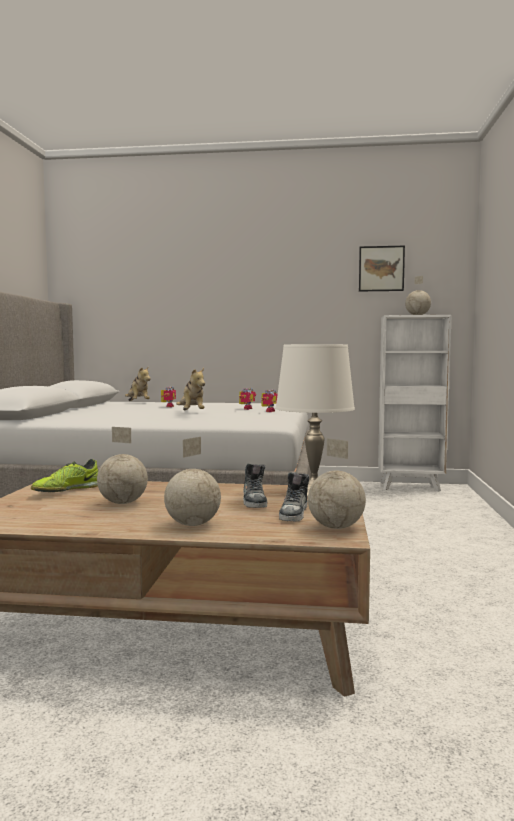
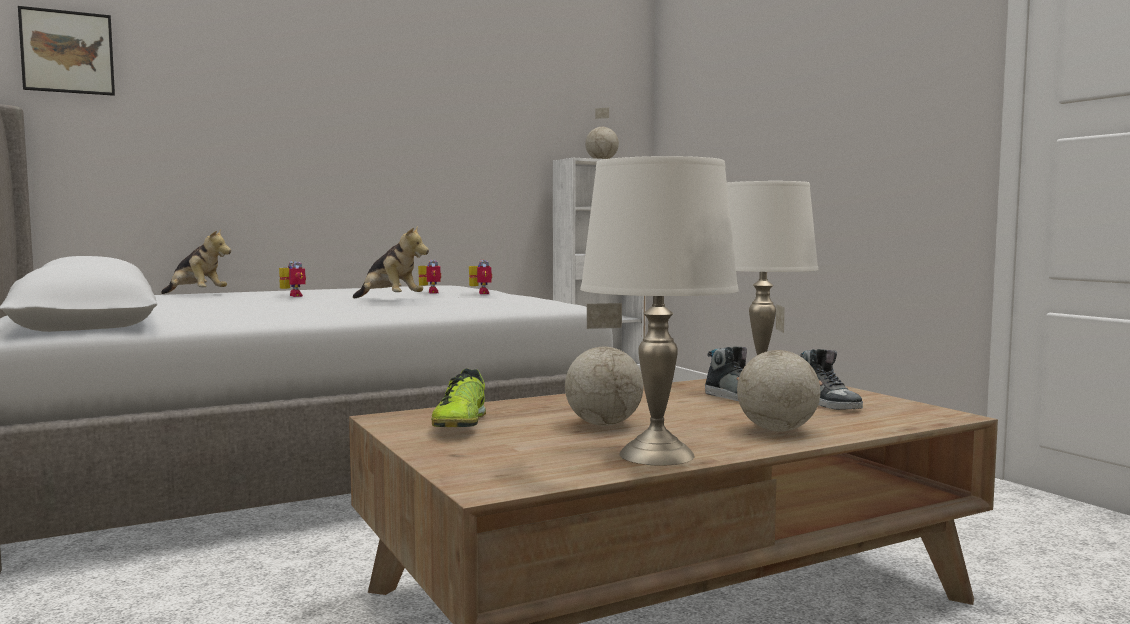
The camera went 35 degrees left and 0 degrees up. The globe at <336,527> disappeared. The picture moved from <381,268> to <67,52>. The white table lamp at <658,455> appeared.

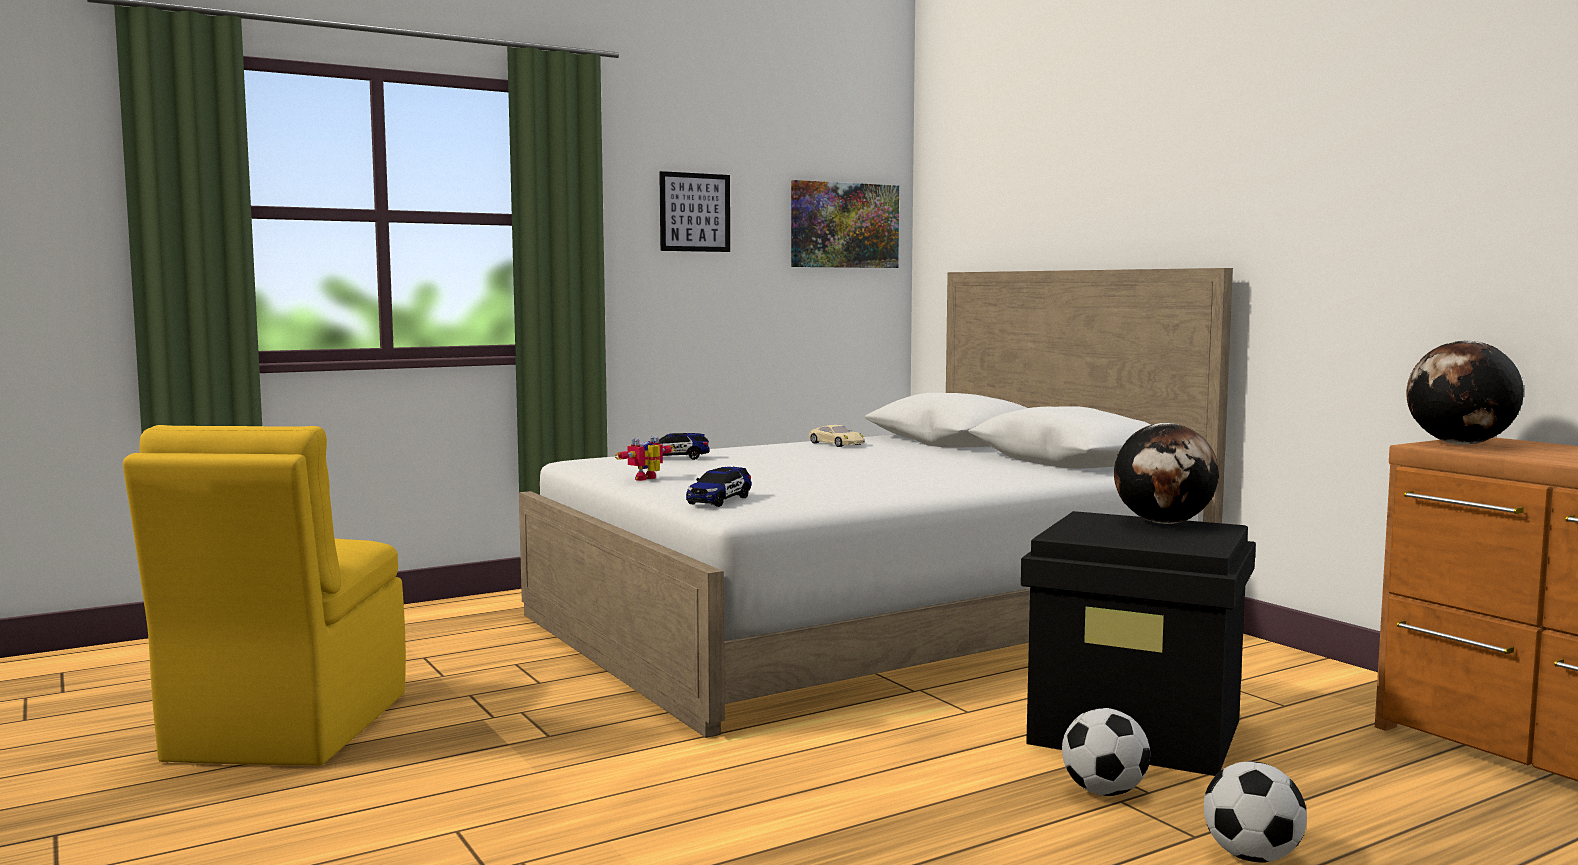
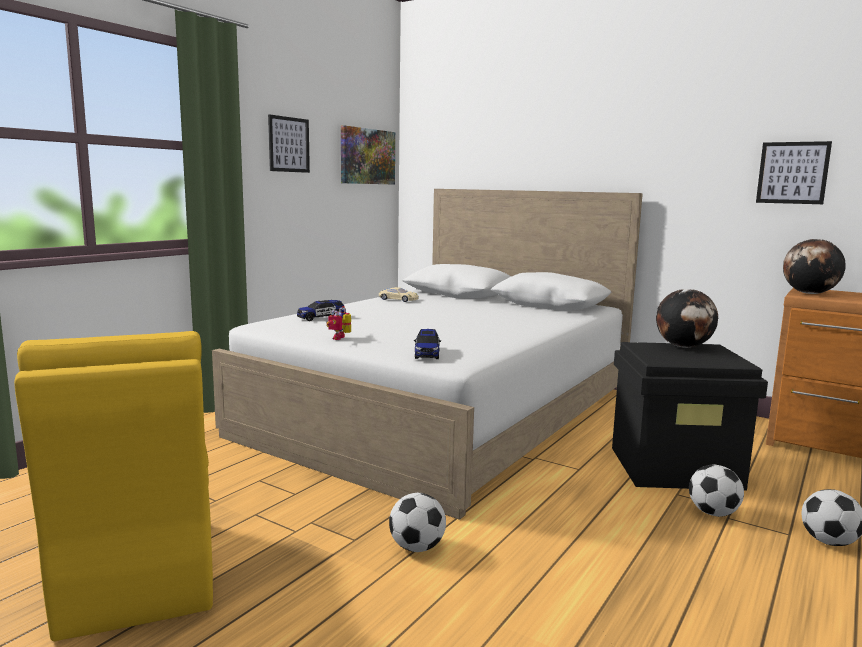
The camera went 25 degrees left and 5 degrees up. The football at <417,547> appeared. The picture at <792,173> appeared.

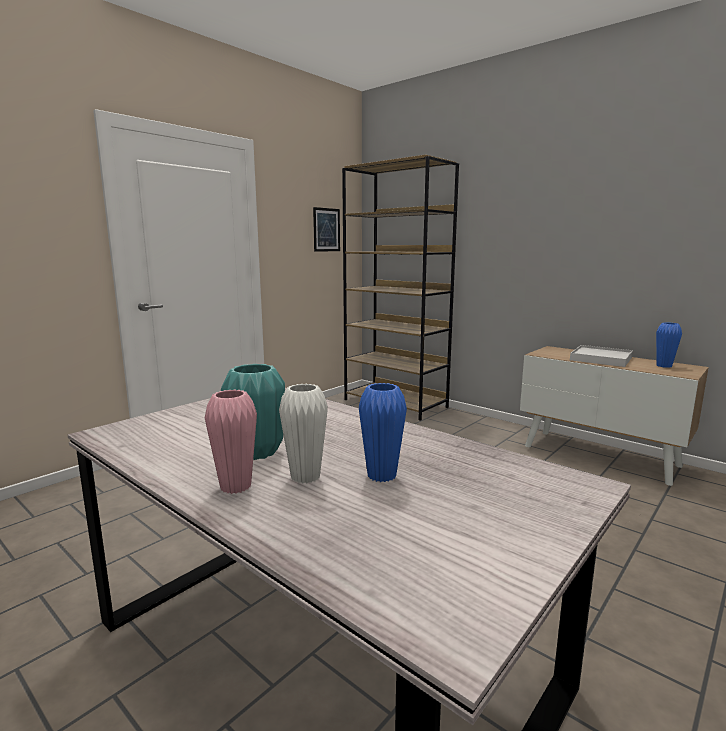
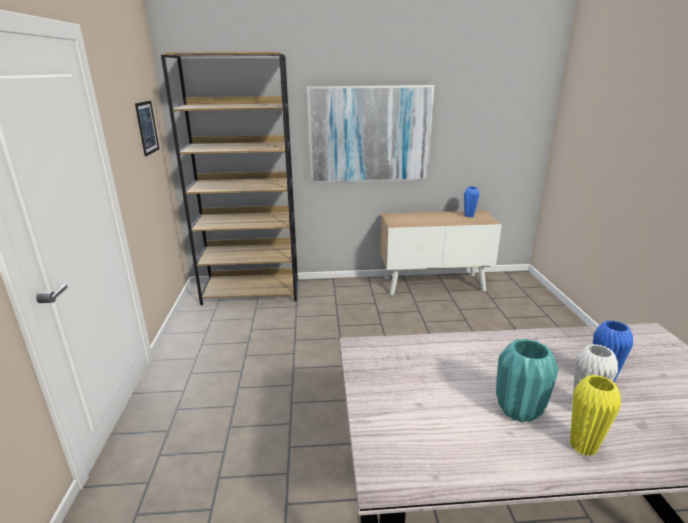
The camera went 45 degrees left and 10 degrees up. The pink vase at <235,486> became the yellow vase at <583,446>. The white tray at <601,359> disappeared. The picture at <369,134> appeared.

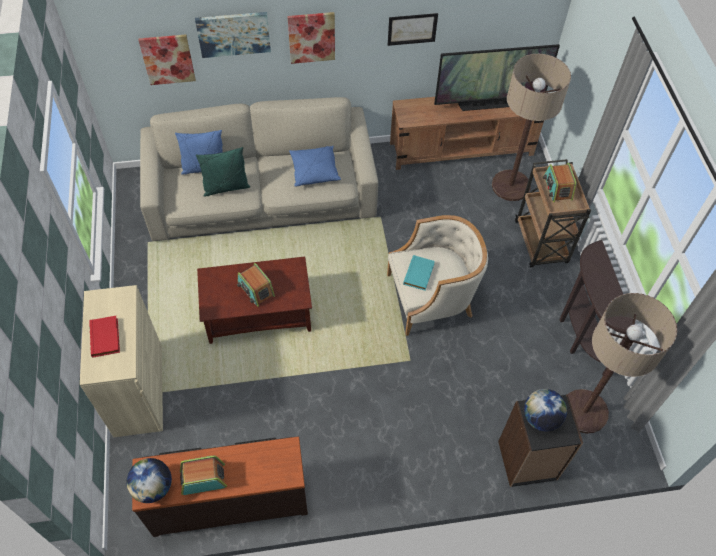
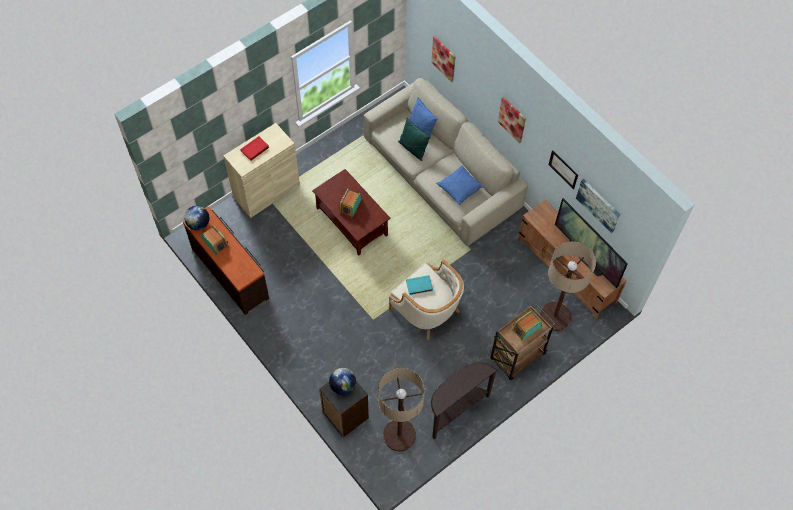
The camera went 60 degrees right and 5 degrees up. The picture moved from <233,34> to <598,205>.

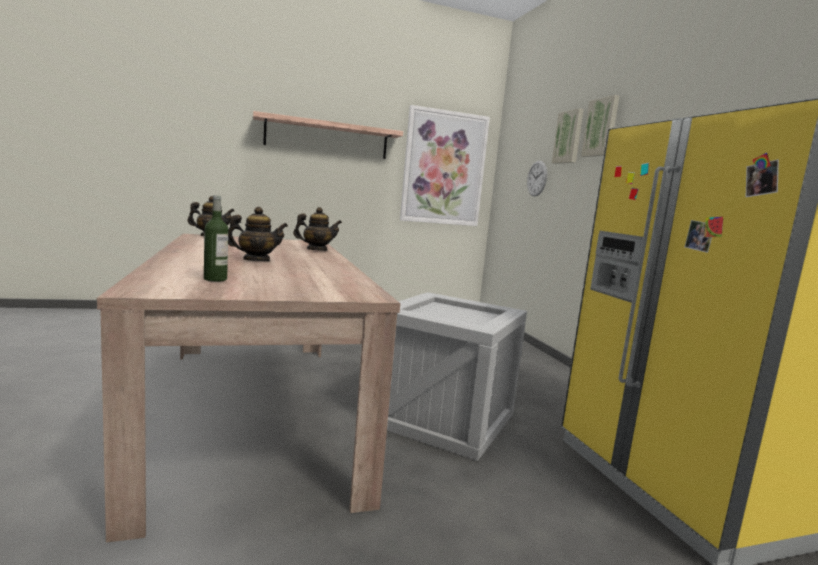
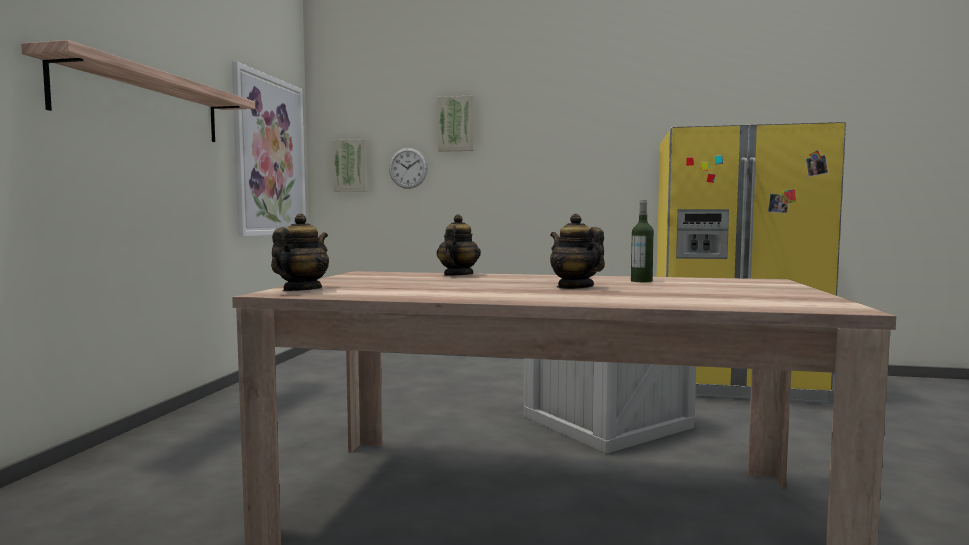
The camera went 60 degrees left and 5 degrees down. The bottle moved from <215,279> to <641,281>. The teapot at <256,260> turned 45 degrees counterclockwise. The picture moved from <601,127> to <351,166>.

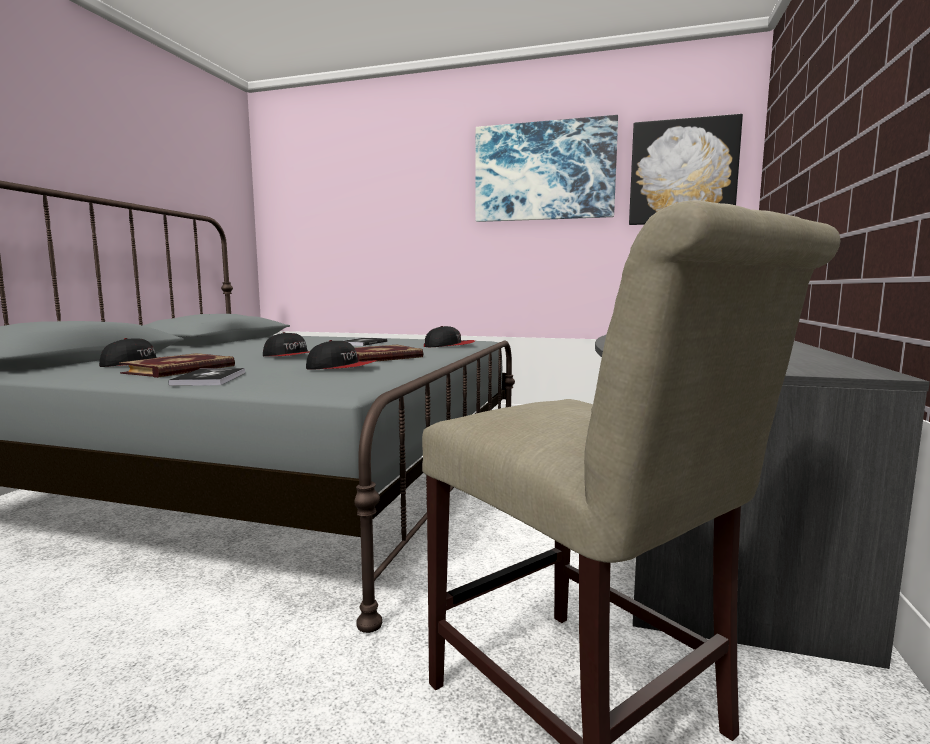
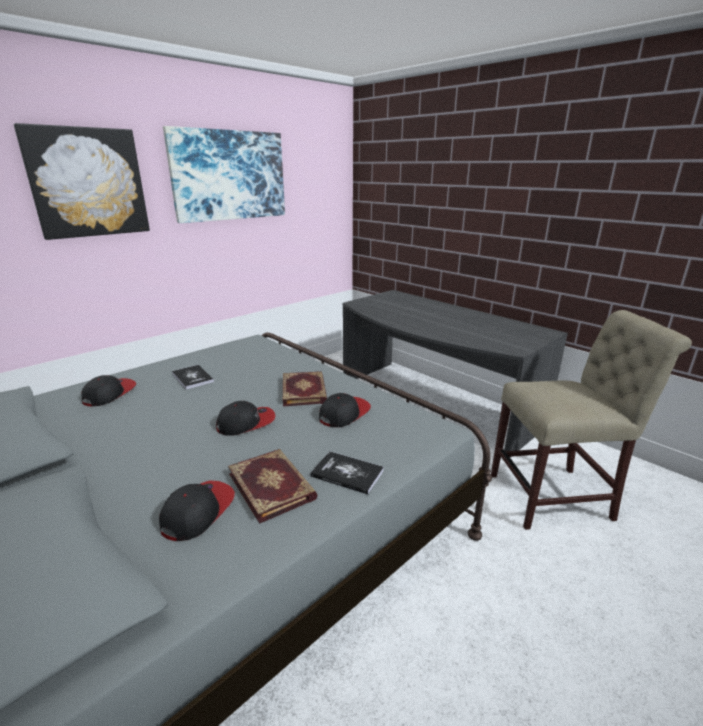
The camera went 60 degrees left and 15 degrees up. The cap moved from <449,346> to <109,394>. The picture moved from <682,172> to <88,183>.

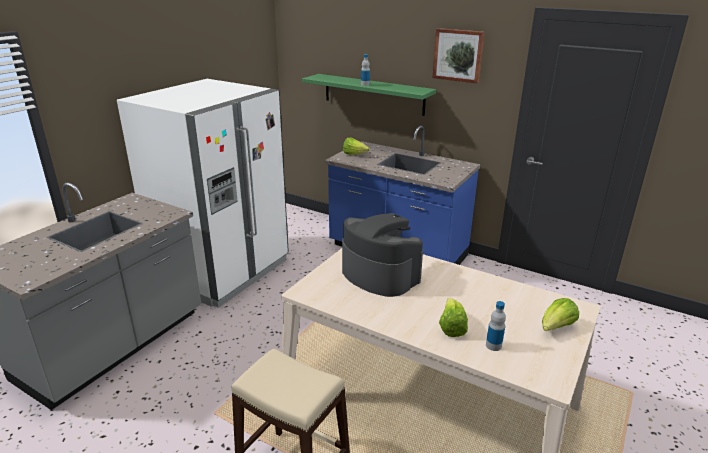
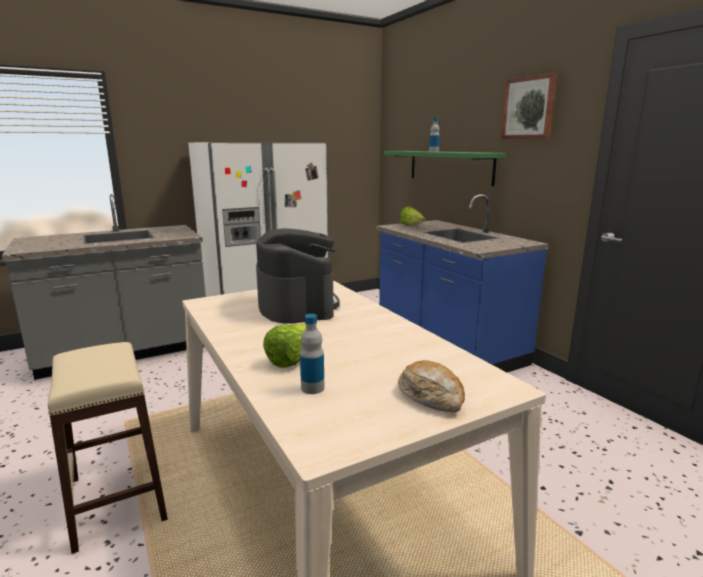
The camera went 30 degrees right and 10 degrees down. The lettuce at <556,328> was replaced by the bread at <431,396>.

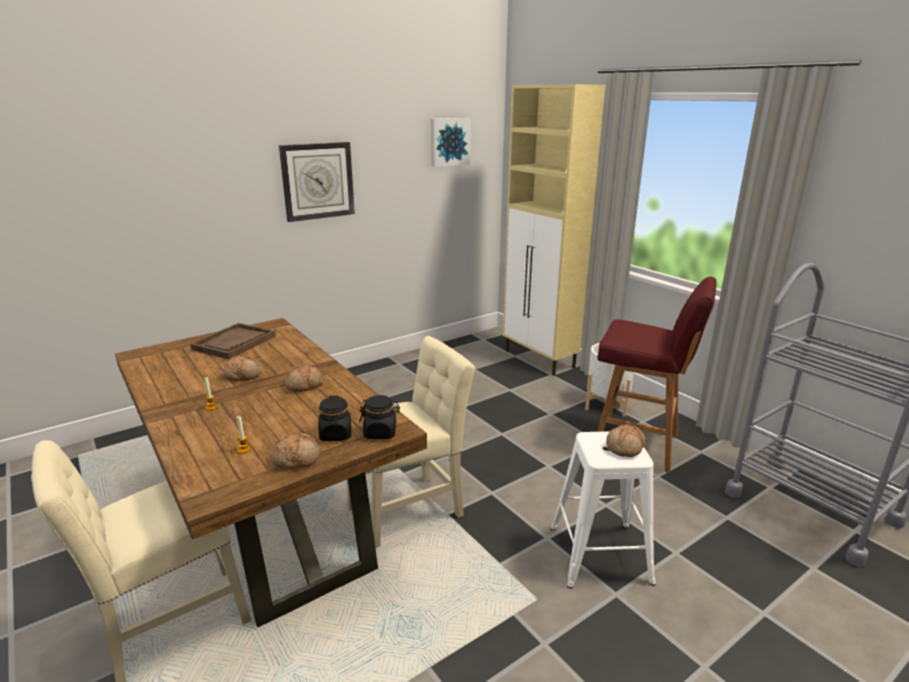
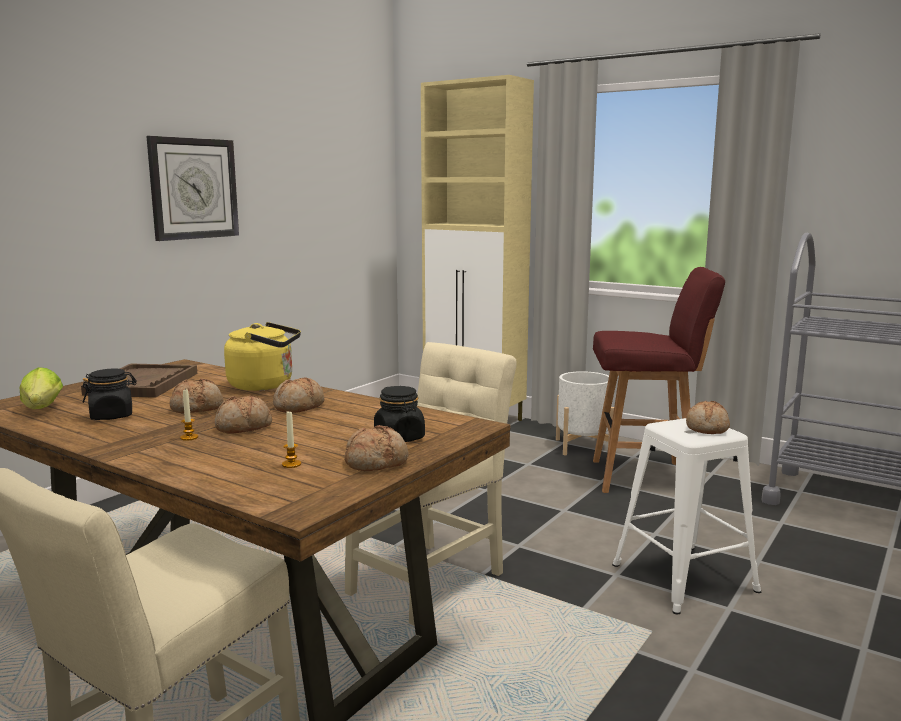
The camera went 20 degrees left and 10 degrees down. The black jar moved from <380,432> to <112,416>. The picture at <449,142> disappeared. The lettuce at <42,410> appeared. The bread at <243,427> appeared. The yellow kettle at <265,385> appeared.

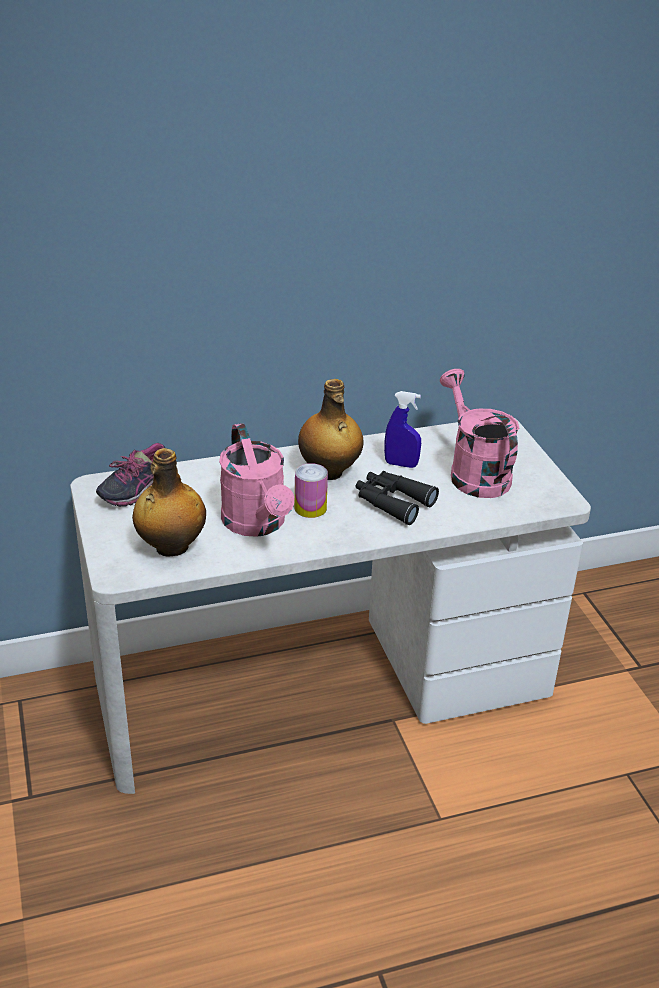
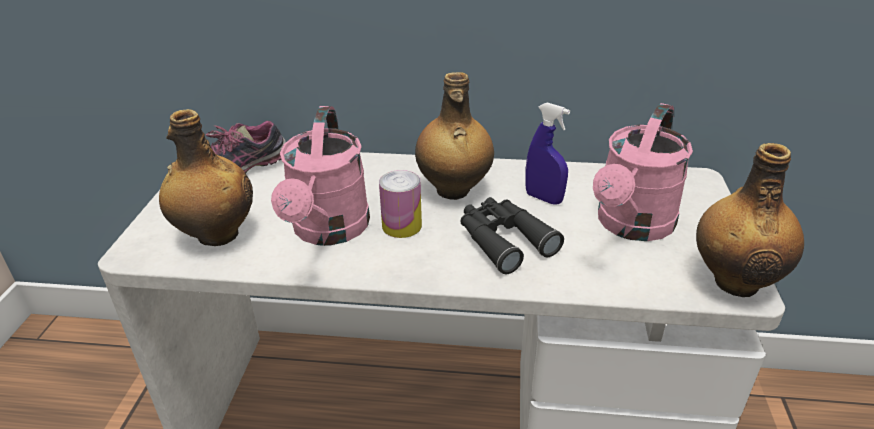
The camera went 25 degrees right and 0 degrees up. The pink watering can at <474,472> turned 150 degrees counterclockwise. The bottle at <735,281> appeared.

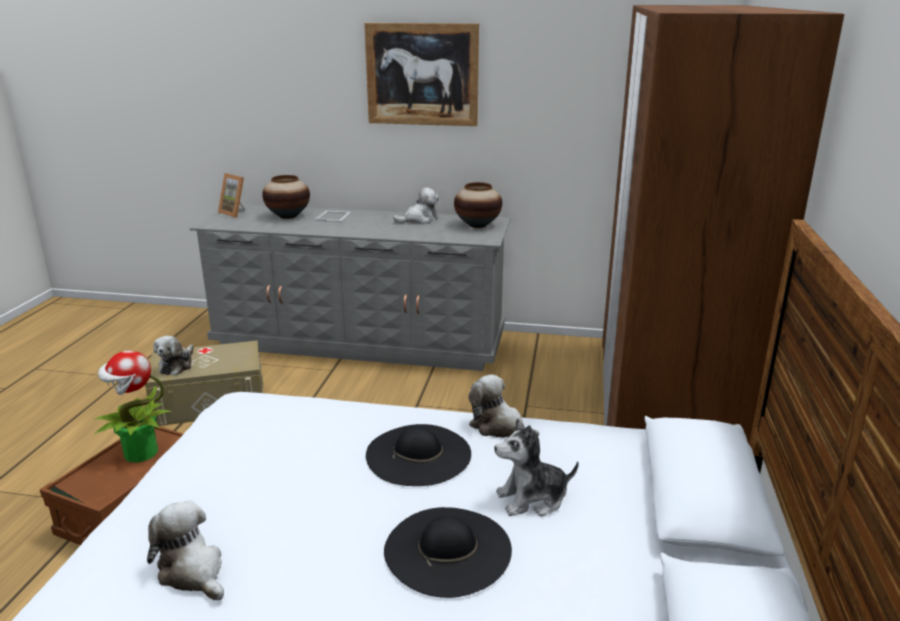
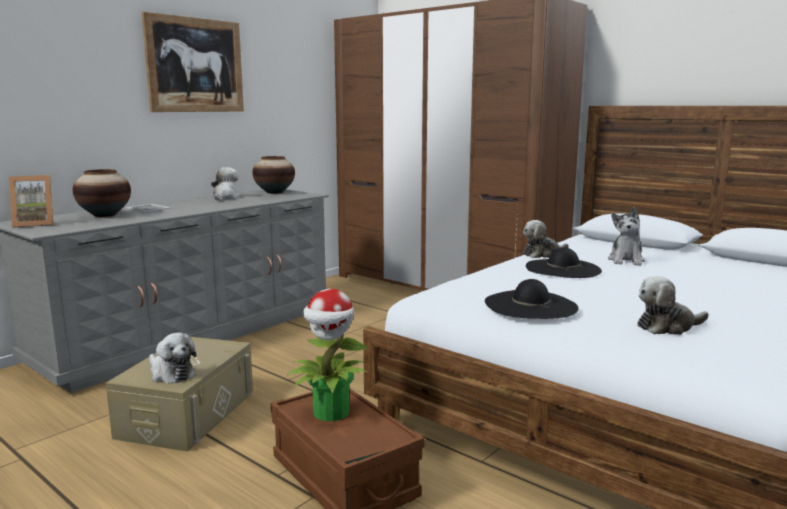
The camera went 60 degrees left and 10 degrees down. The black hat moved from <447,550> to <530,305>.

